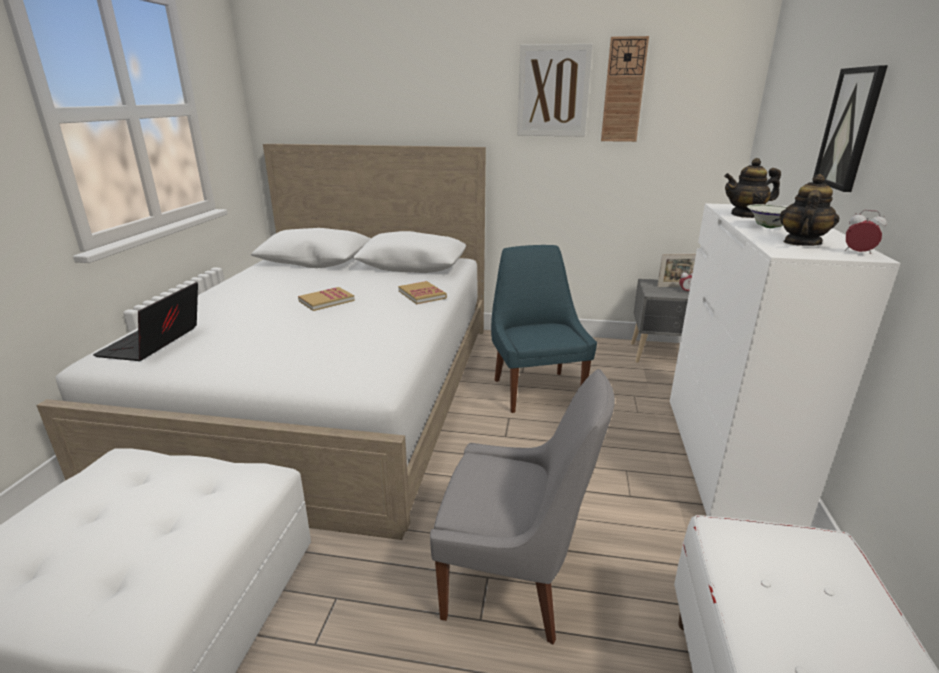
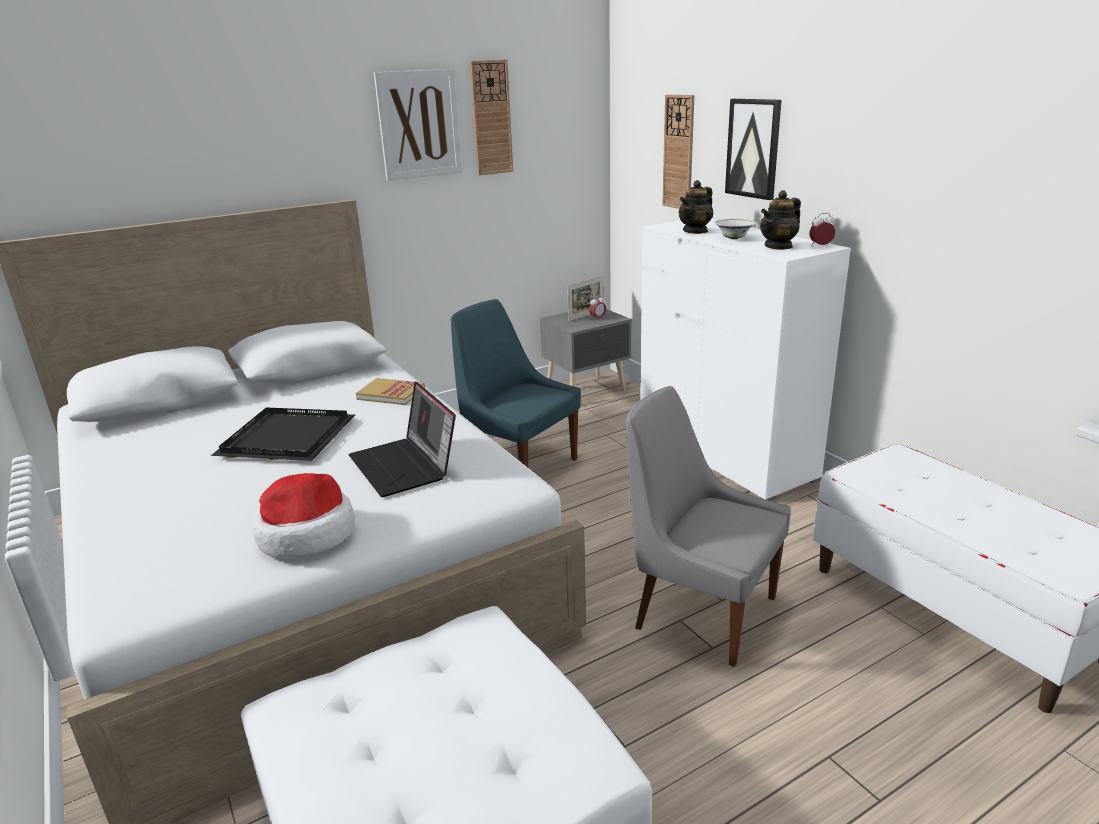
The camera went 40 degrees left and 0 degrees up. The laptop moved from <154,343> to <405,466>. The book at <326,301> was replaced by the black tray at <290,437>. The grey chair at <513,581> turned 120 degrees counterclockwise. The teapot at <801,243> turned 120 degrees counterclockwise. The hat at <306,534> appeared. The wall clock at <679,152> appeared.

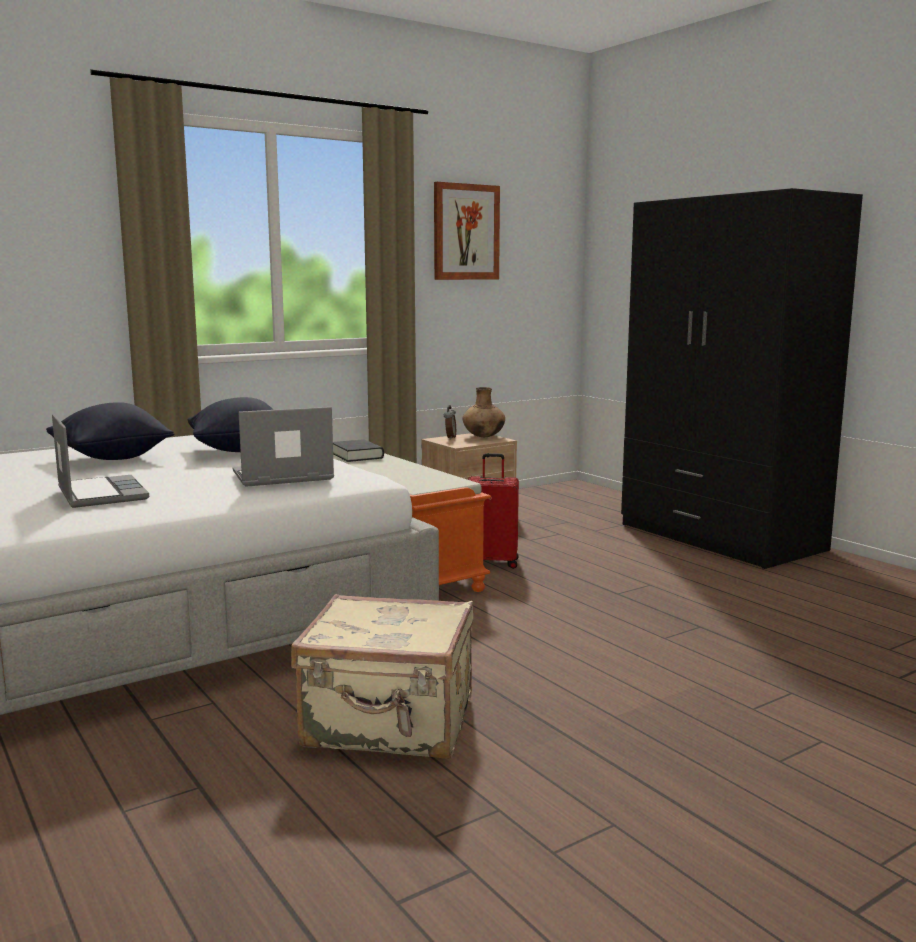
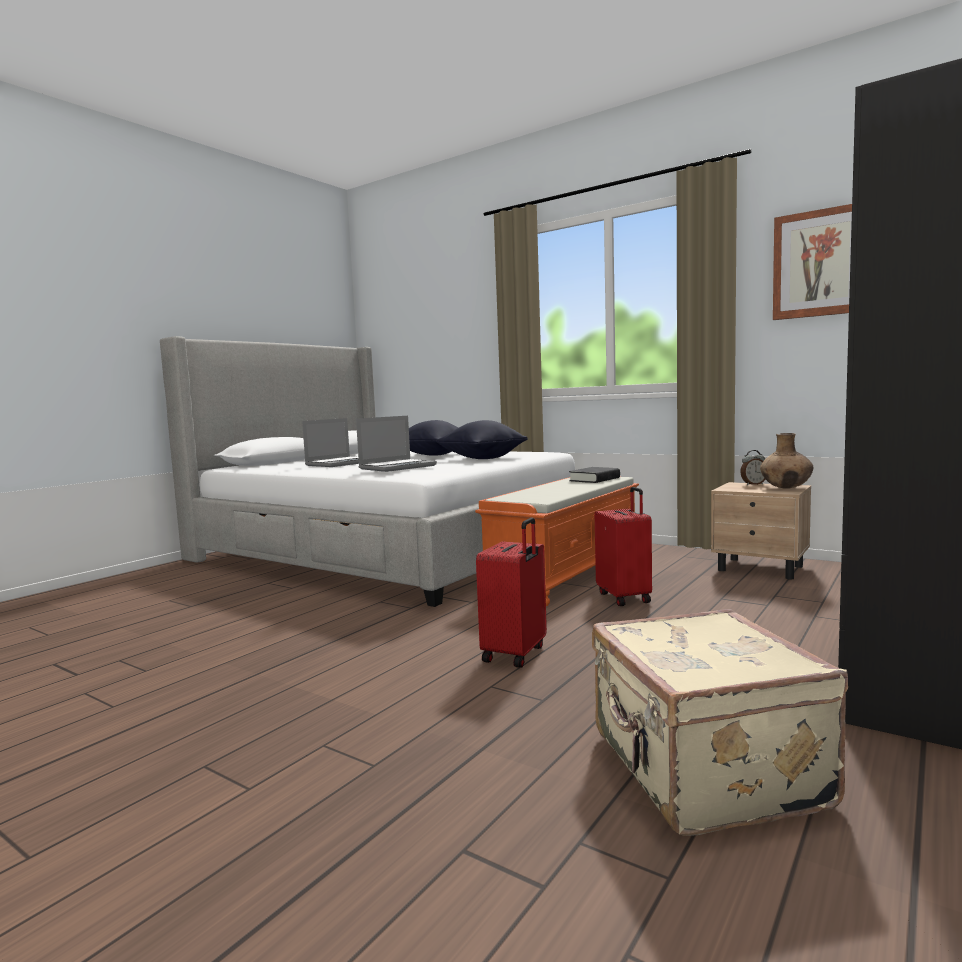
The camera went 70 degrees right and 5 degrees down. The laptop at <281,477> turned 90 degrees clockwise. The beige suitcase moved from <390,724> to <703,771>. The red suitcase at <516,654> appeared.

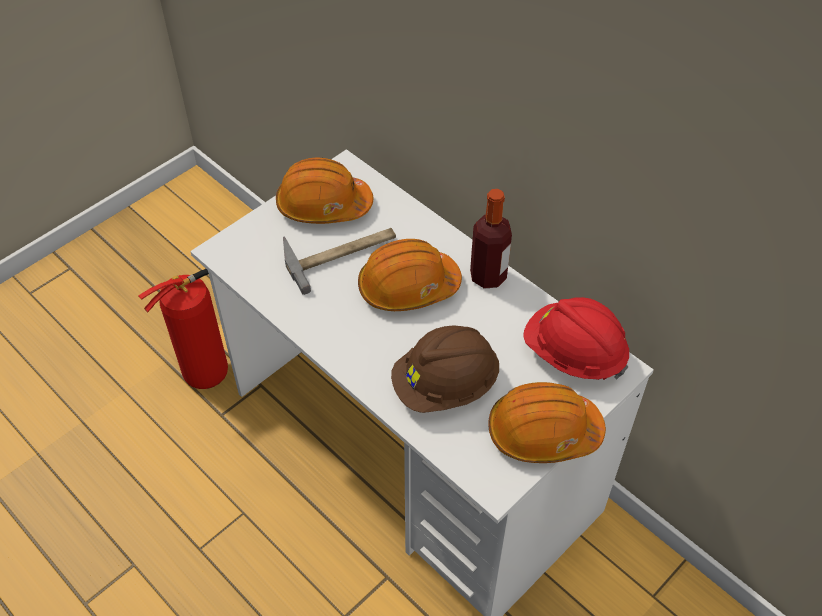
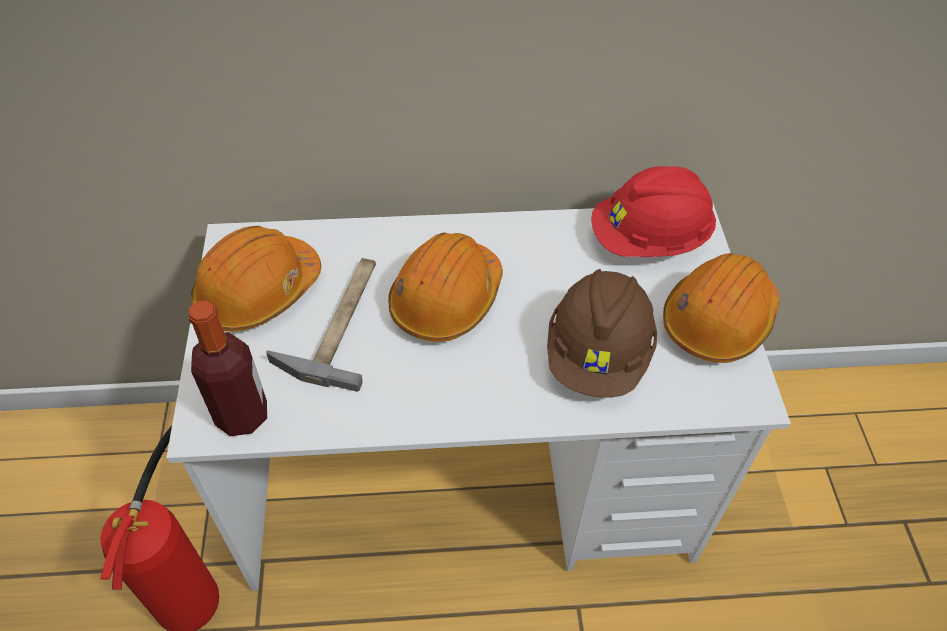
The camera went 50 degrees left and 0 degrees up. The bottle moved from <488,276> to <242,415>.

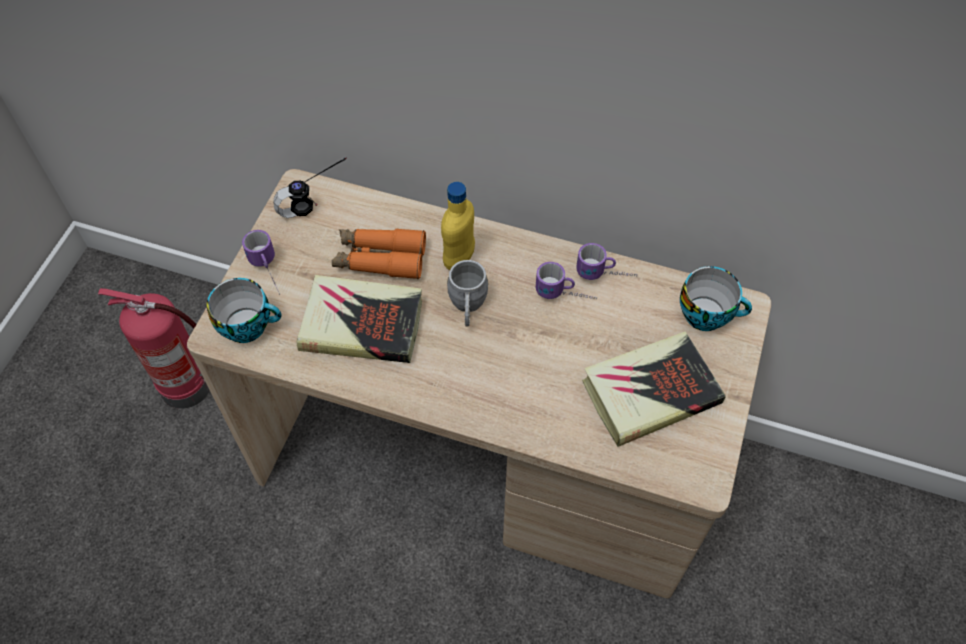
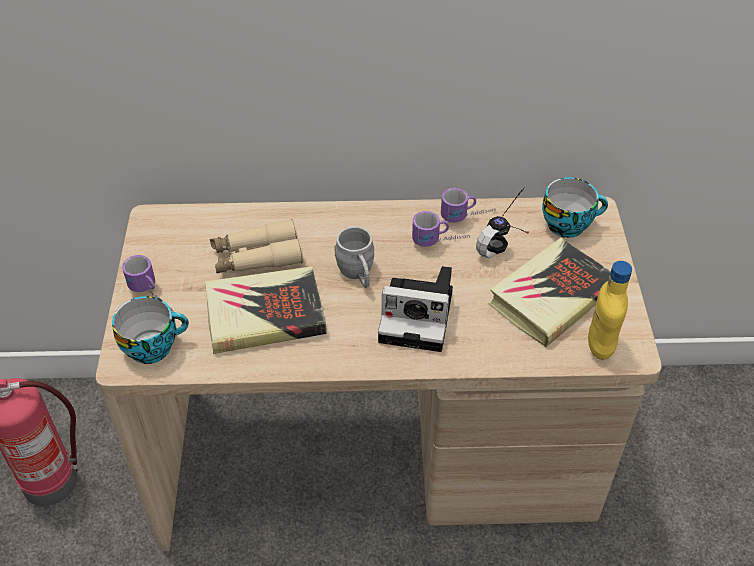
The camera went 20 degrees left and 10 degrees down. The headphones moved from <319,210> to <510,244>. The orange binoculars at <380,258> became the beige binoculars at <257,257>. The yellow bottle moved from <459,258> to <600,346>. The photo camera at <420,316> appeared.

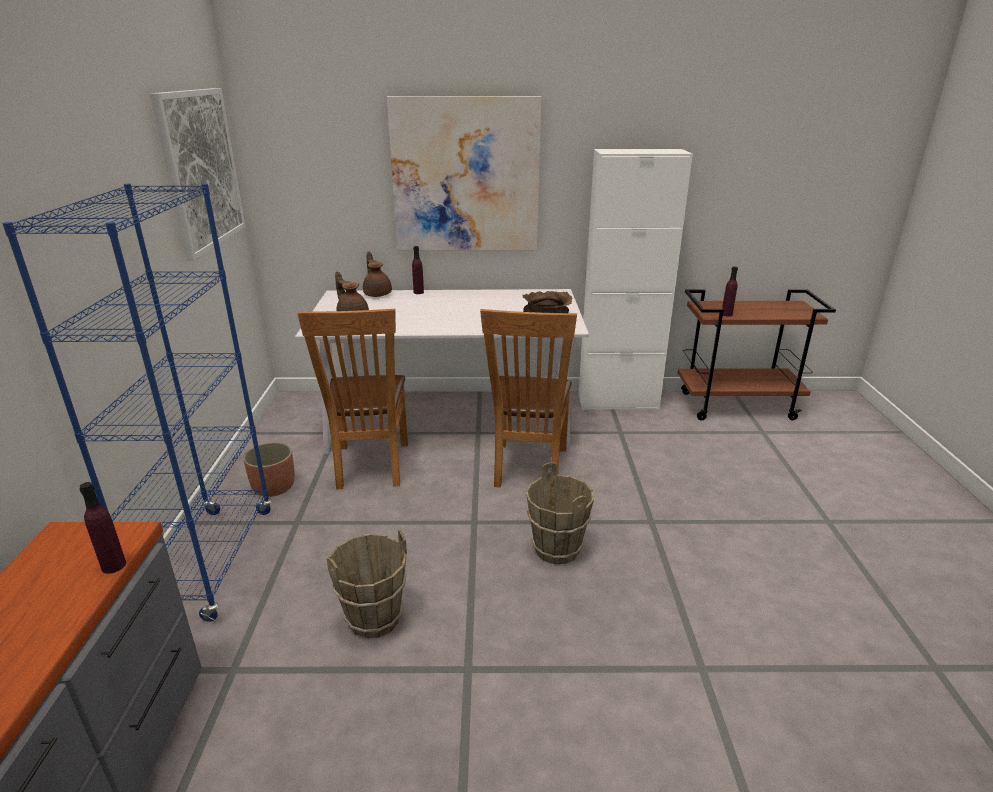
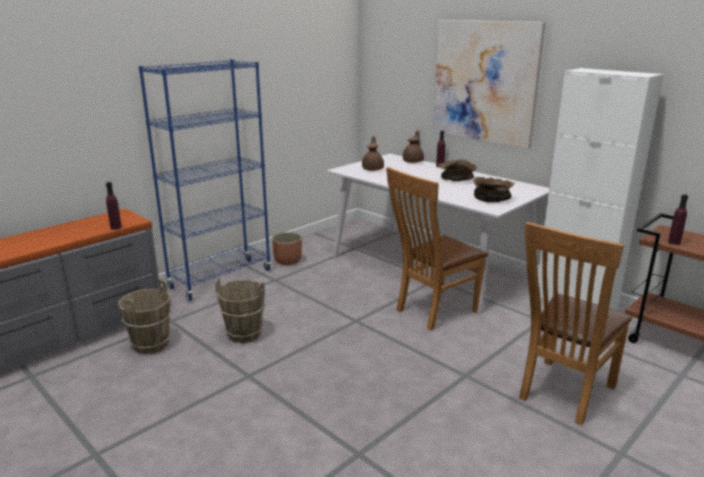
The camera went 45 degrees right and 5 degrees down. The picture at <201,170> disappeared. The brown chair moved from <370,468> to <562,394>. The brown bucket moved from <556,549> to <151,344>. The brown bowl at <456,179> appeared.

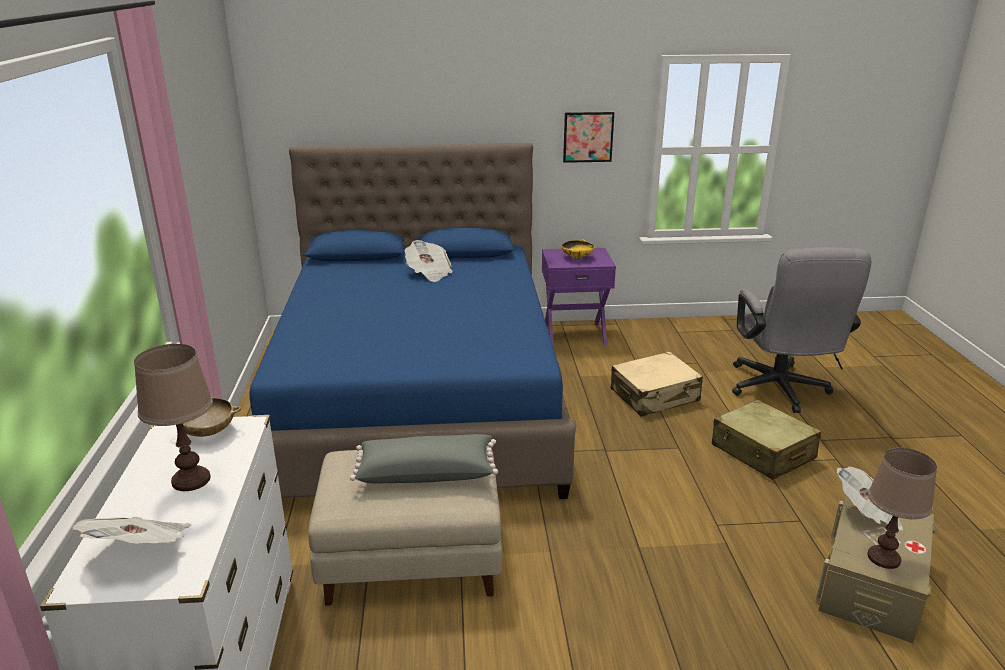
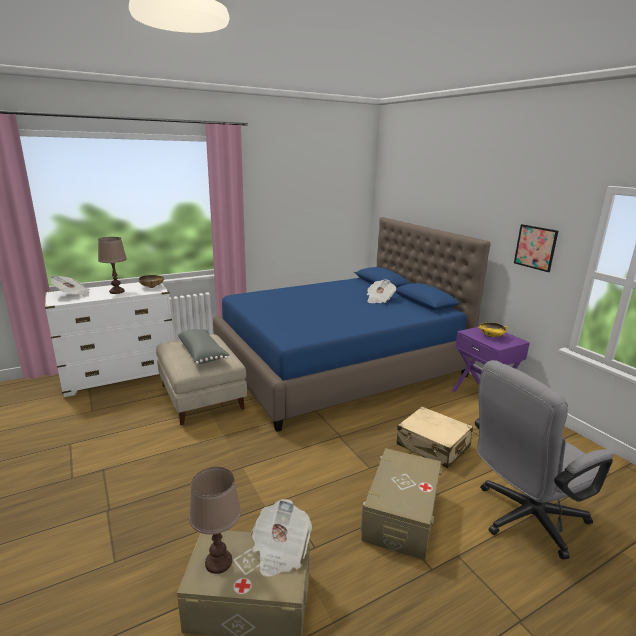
The camera went 65 degrees right and 5 degrees down. The beige suitcase at <762,452> was replaced by the beige storage box at <401,515>.

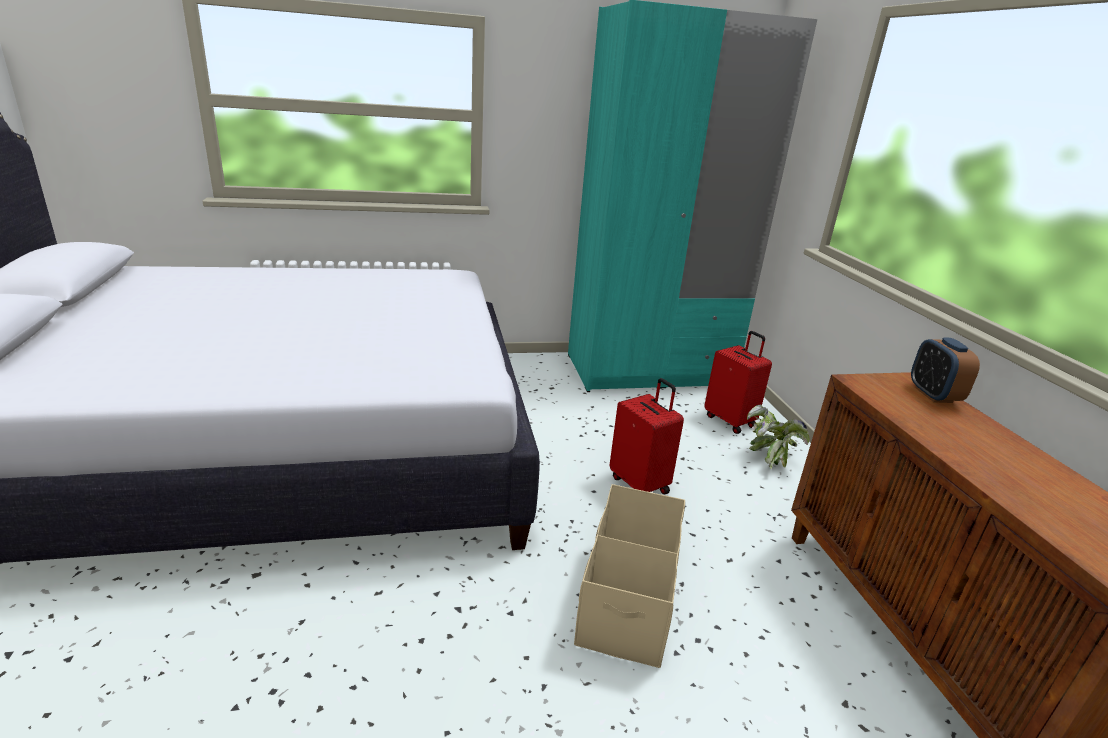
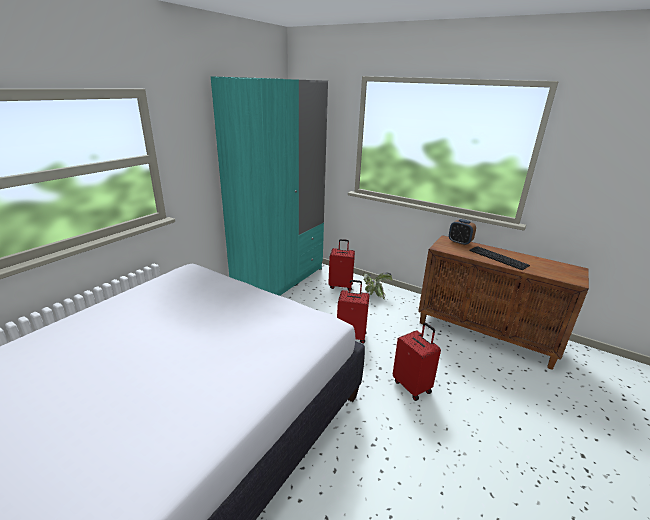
The camera went 45 degrees left and 0 degrees up. The beige storage box at <627,598> was replaced by the red suitcase at <412,386>. The keyboard at <498,257> appeared.

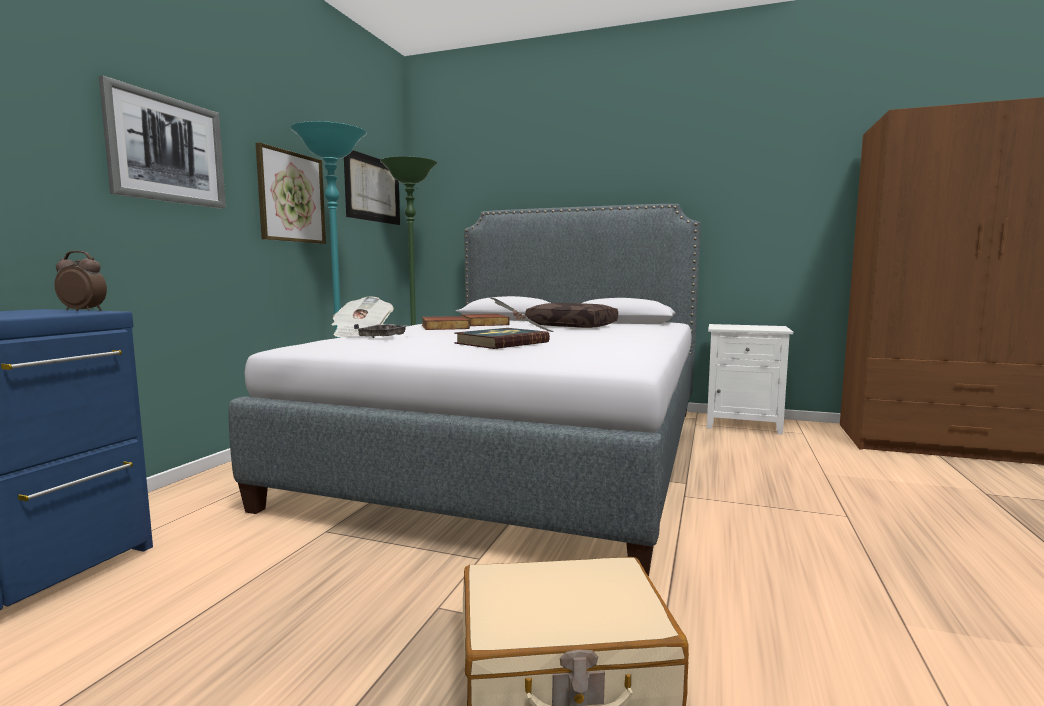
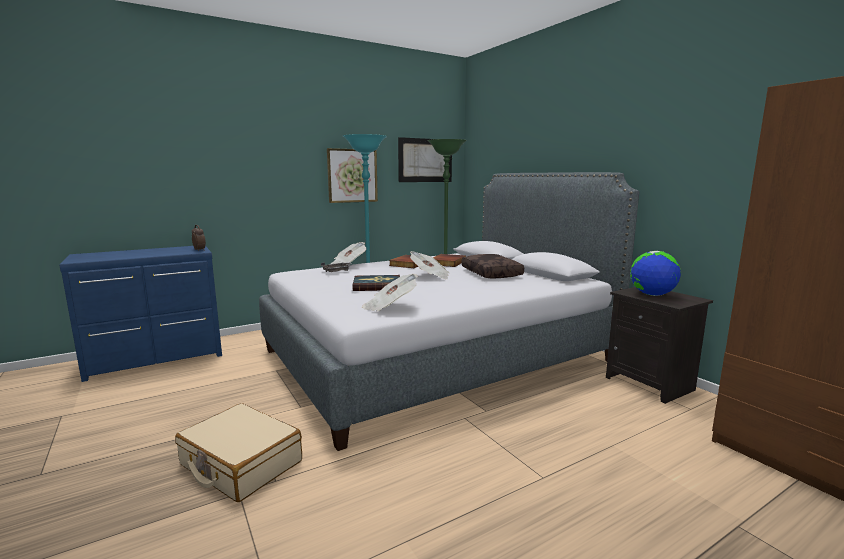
The camera went 40 degrees right and 5 degrees up. The picture at <167,150> disappeared. The white nightstand at <744,424> became the black nightstand at <651,384>. The newspaper at <390,307> appeared. The globe at <652,295> appeared.

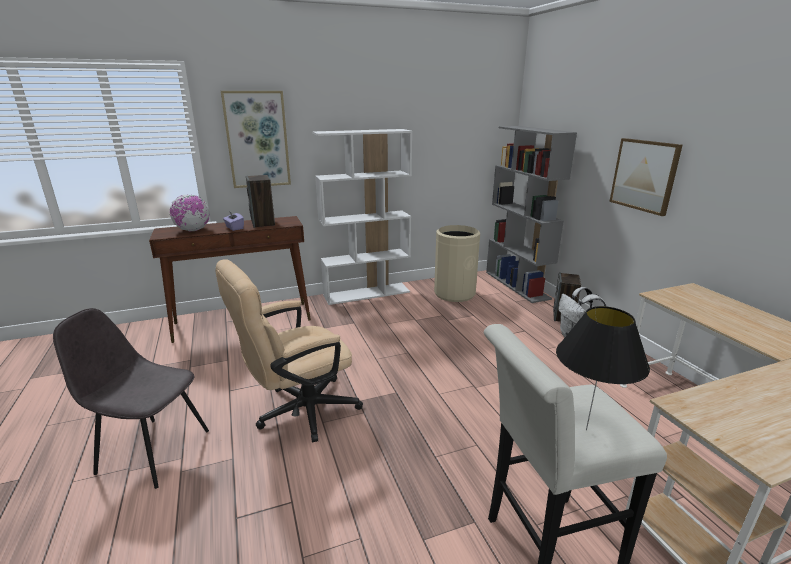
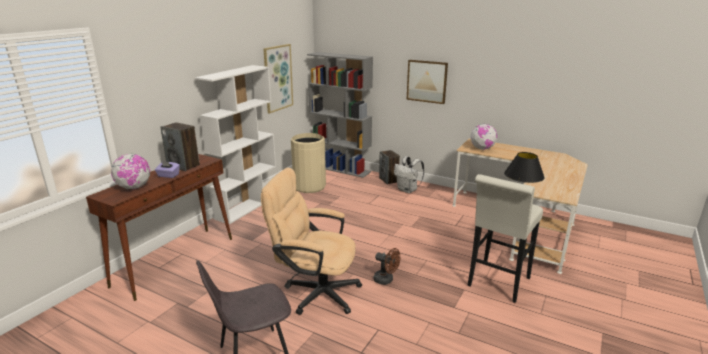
The camera went 40 degrees left and 0 degrees up. The beige office chair at <298,412> turned 90 degrees clockwise. The picture moved from <257,140> to <278,78>. The brown fan at <386,280> appeared. The globe at <482,149> appeared.

